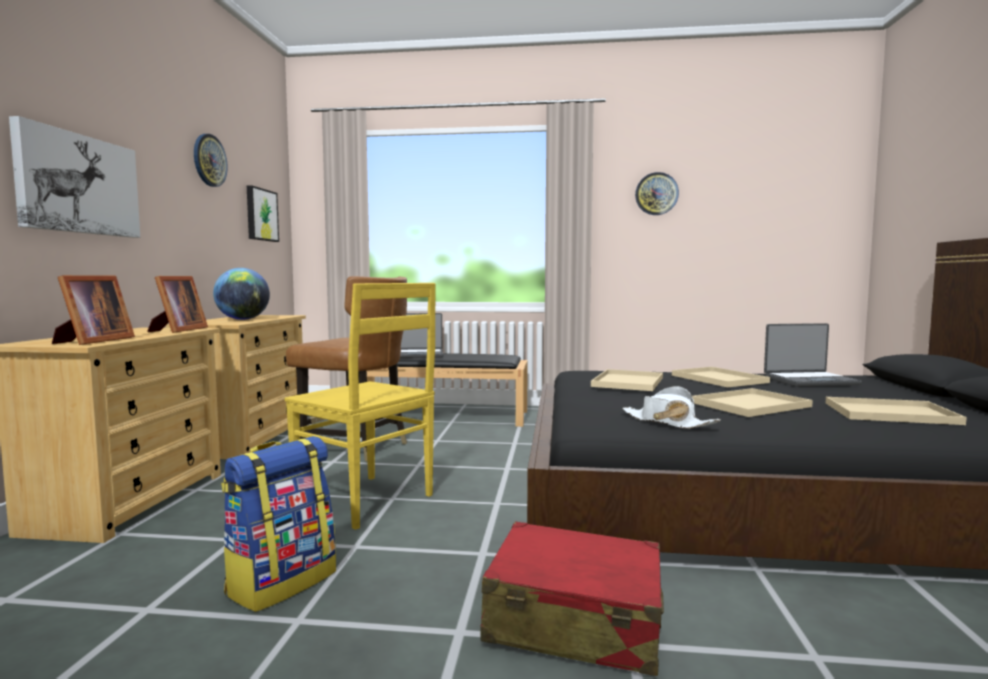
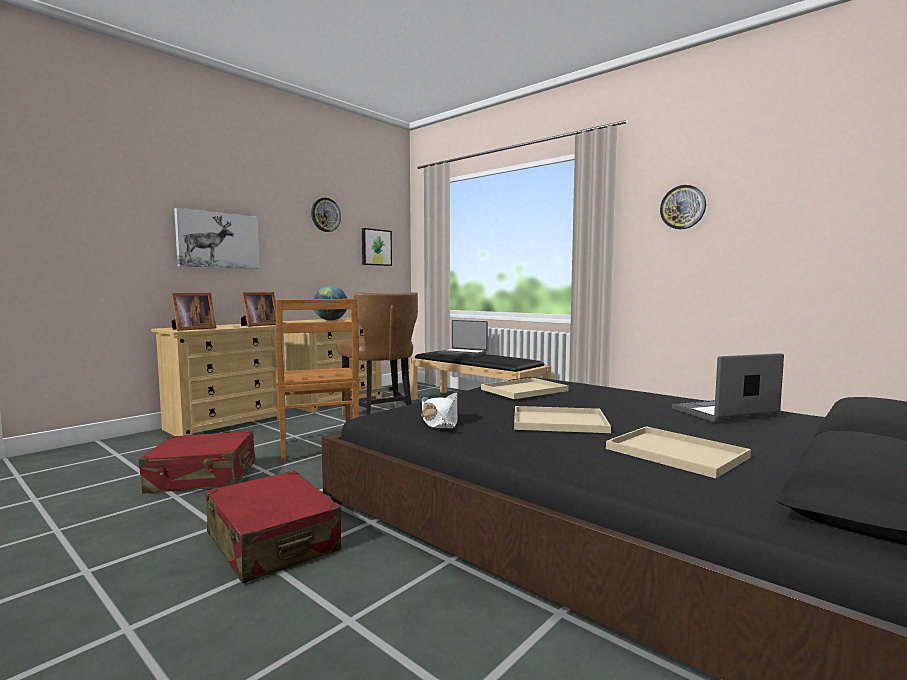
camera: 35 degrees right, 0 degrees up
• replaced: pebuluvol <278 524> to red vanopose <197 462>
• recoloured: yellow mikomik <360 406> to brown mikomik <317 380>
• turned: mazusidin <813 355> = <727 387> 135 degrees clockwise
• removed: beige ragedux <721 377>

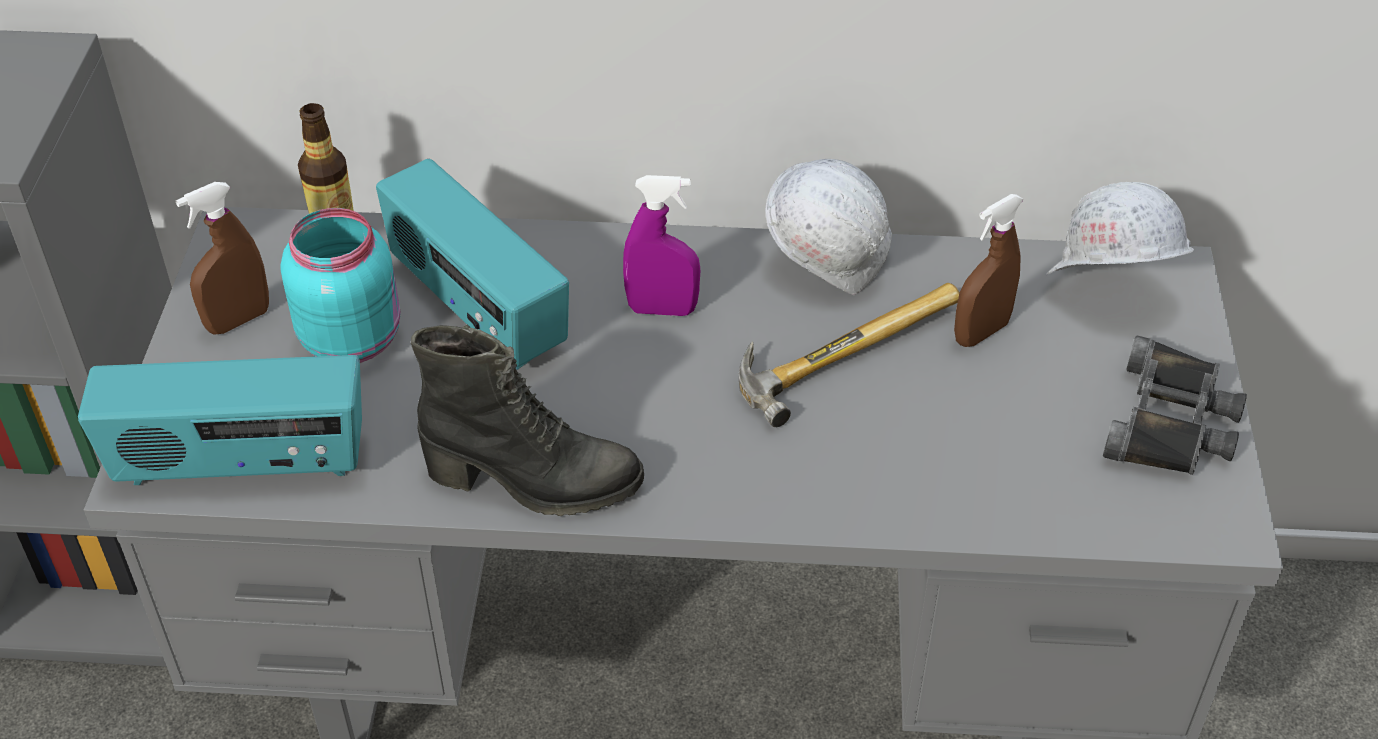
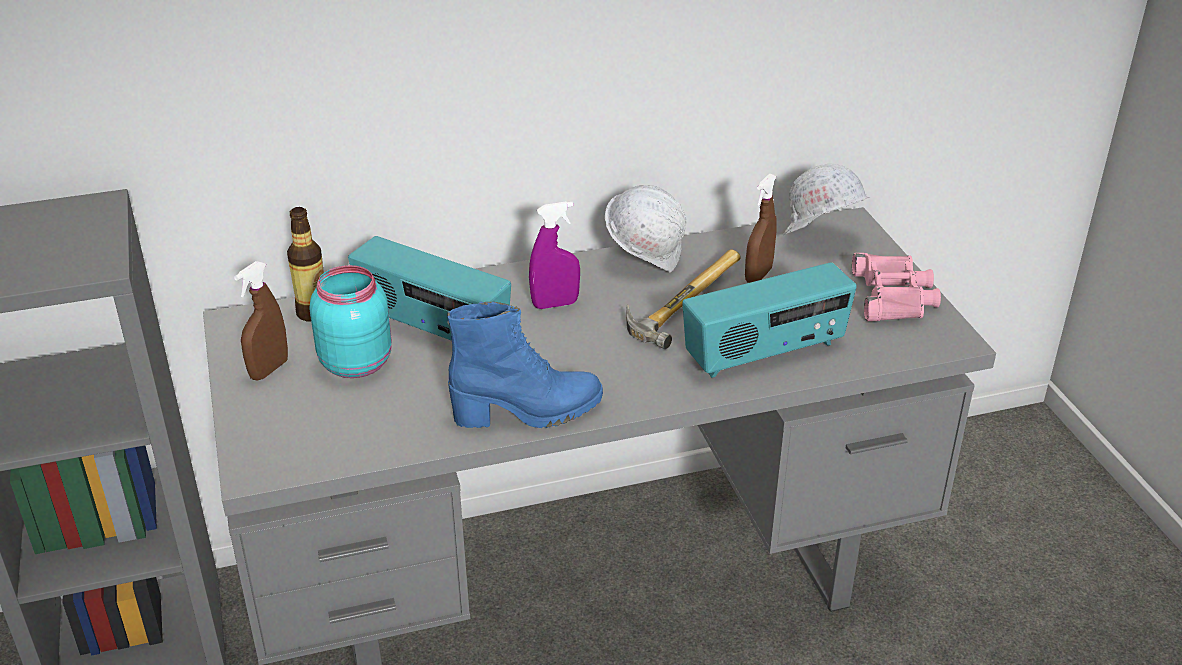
camera: 20 degrees left, 10 degrees down
• recoloured: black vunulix <527 420> to blue vunulix <525 364>
• moved: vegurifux <220 420> to <769 320>
• recoloured: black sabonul <1175 405> to pink sabonul <896 287>

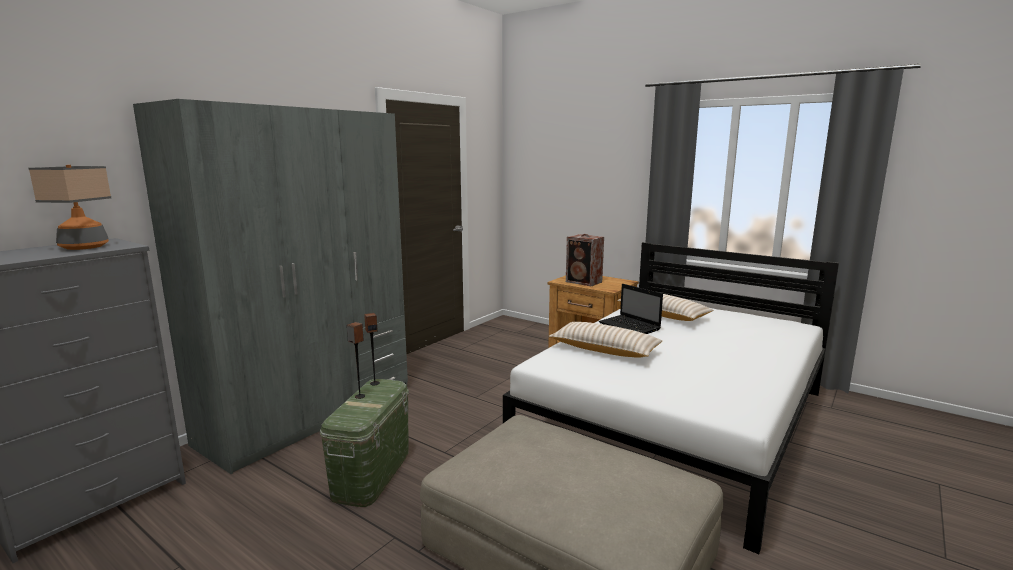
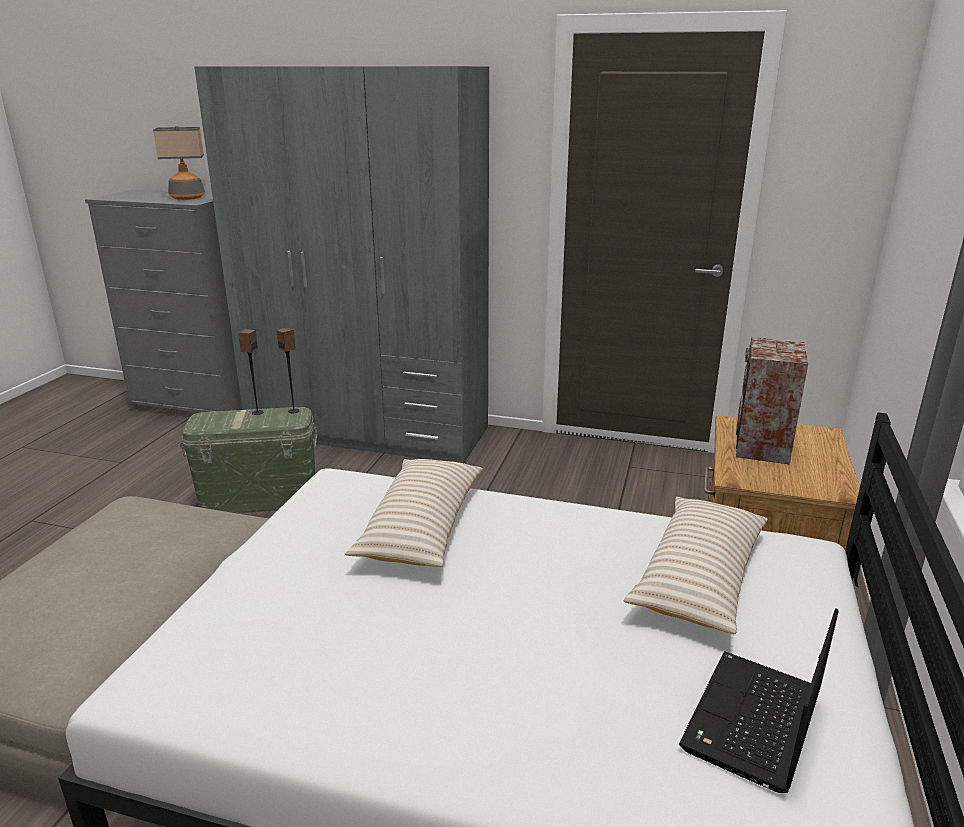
camera: 70 degrees right, 10 degrees up
• moved: mazusidin <631 309> to <759 700>

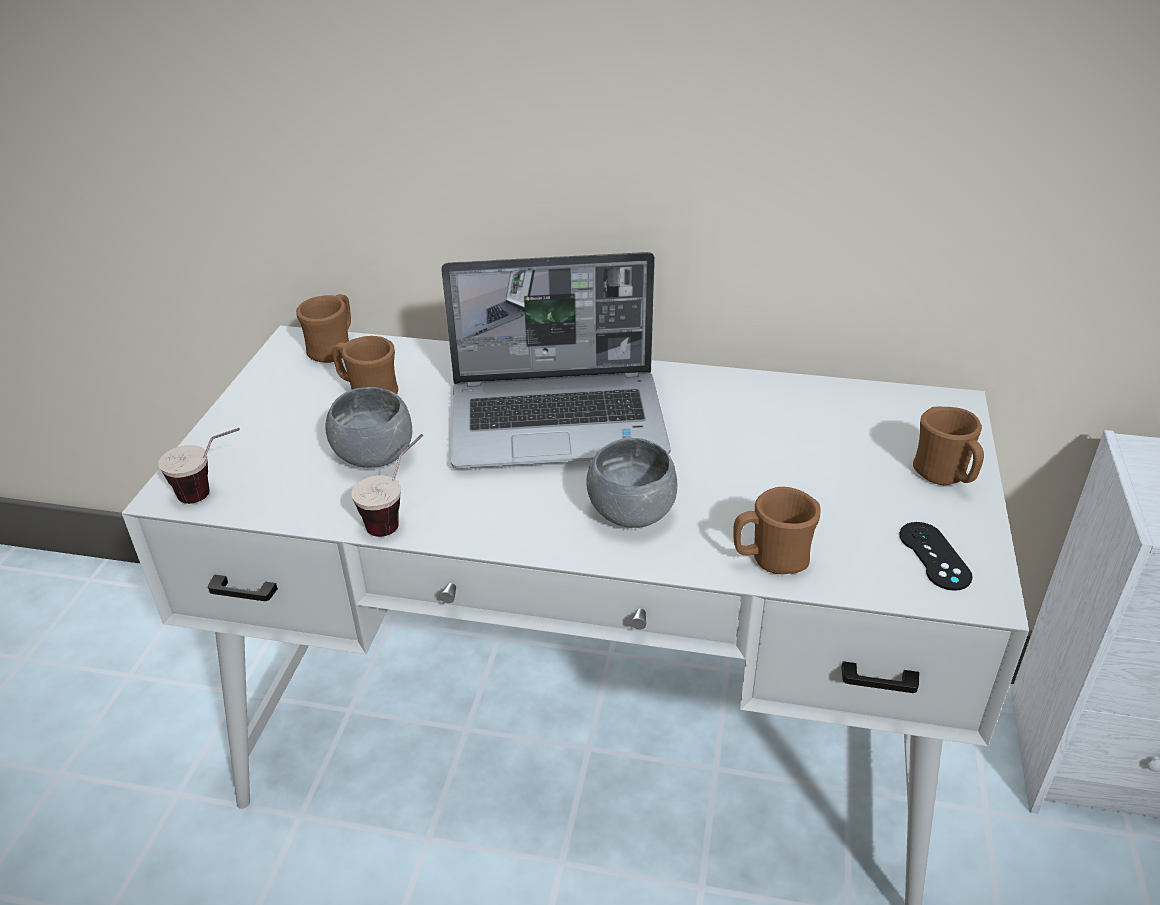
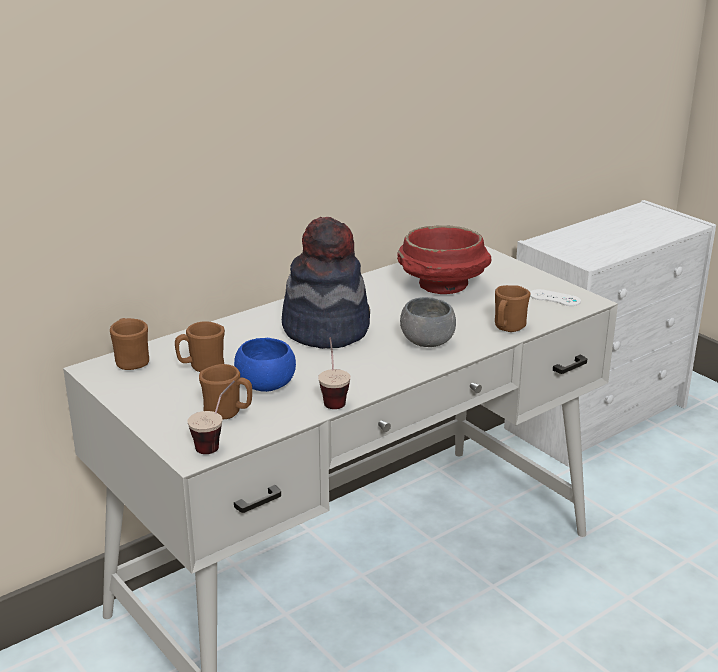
camera: 50 degrees left, 10 degrees down
• moved: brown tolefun <948 446> to <225 391>
• recoloured: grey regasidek <369 427> to blue regasidek <265 365>
• replaced: mazusidin <556 360> to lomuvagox <326 283>
• added: red regasidek <444 259>
• recoloured: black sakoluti <936 556> to white sakoluti <555 297>

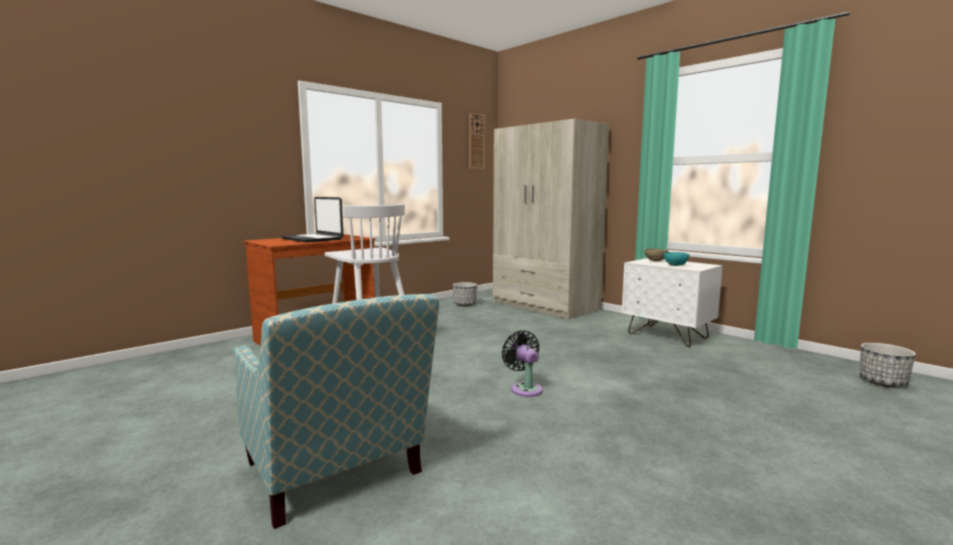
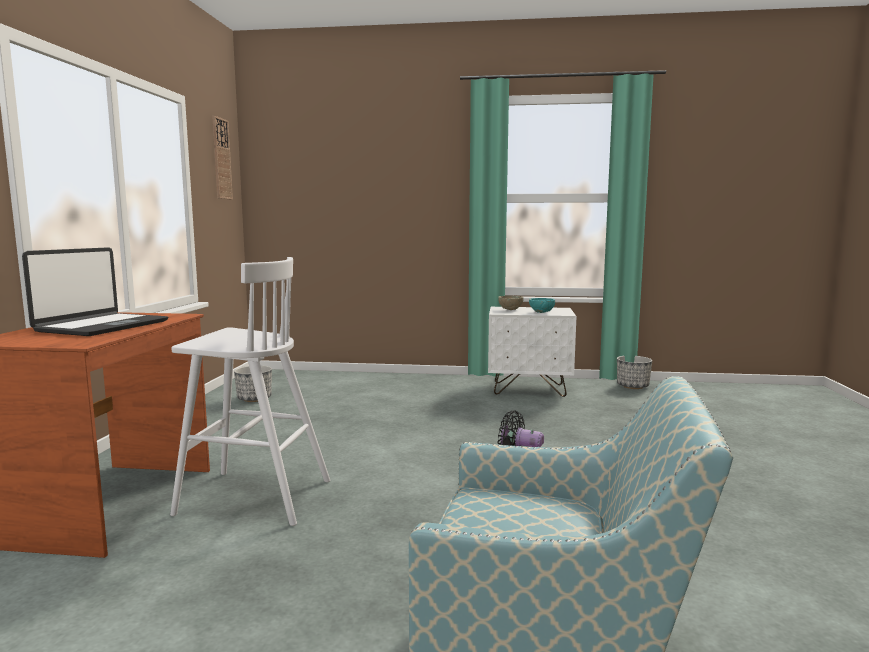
camera: 40 degrees left, 0 degrees up
• turned: mazusidin <312 220> = <95 291> 75 degrees counterclockwise
• moved: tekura <887 365> to <634 372>
• removed: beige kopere <551 219>

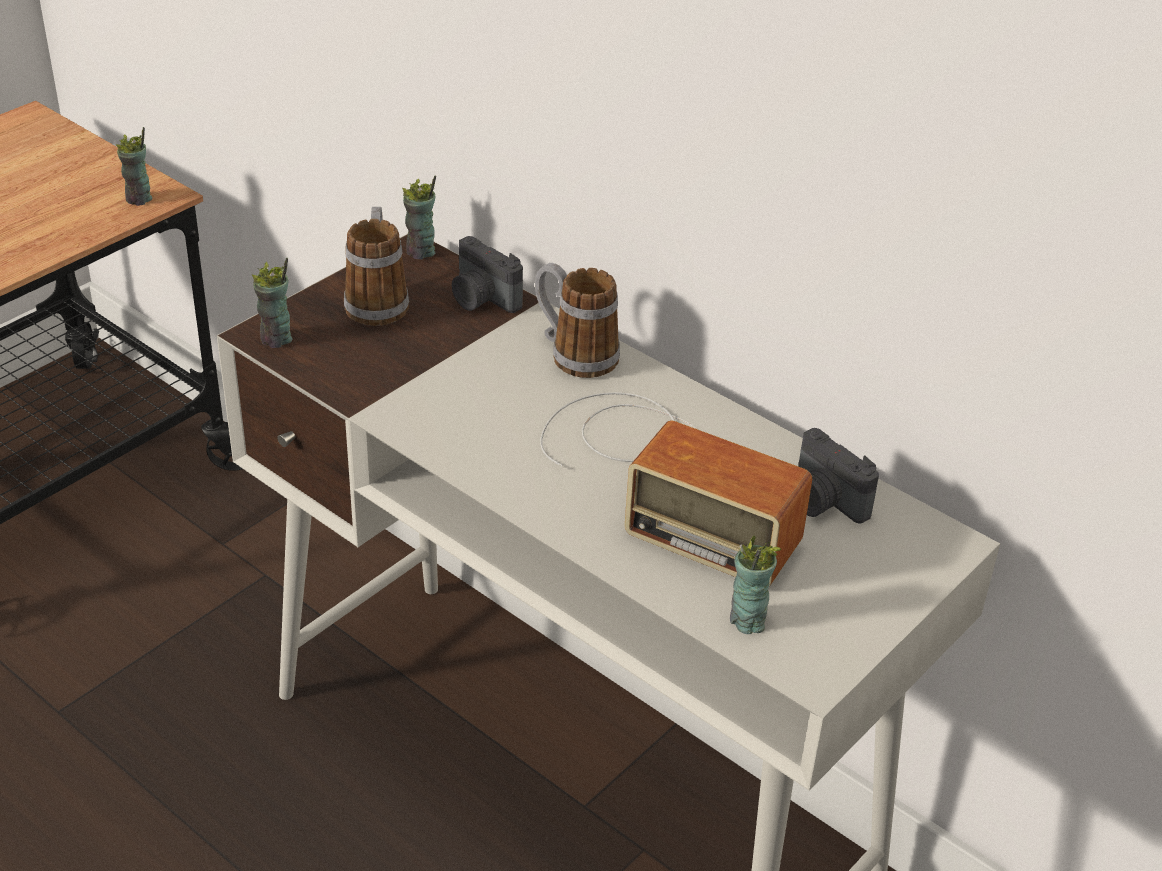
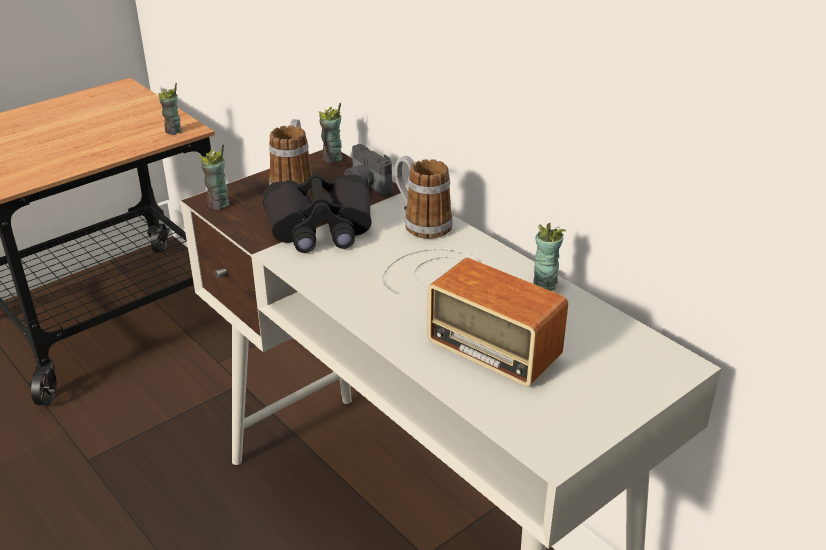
camera: 10 degrees right, 5 degrees down
• added: black sabonul <317 213>
• moved: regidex <755 585> to <550 256>
• removed: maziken <838 476>

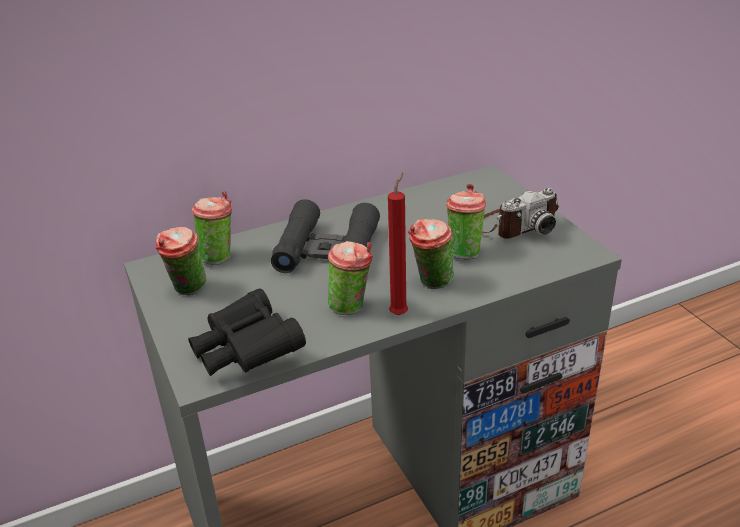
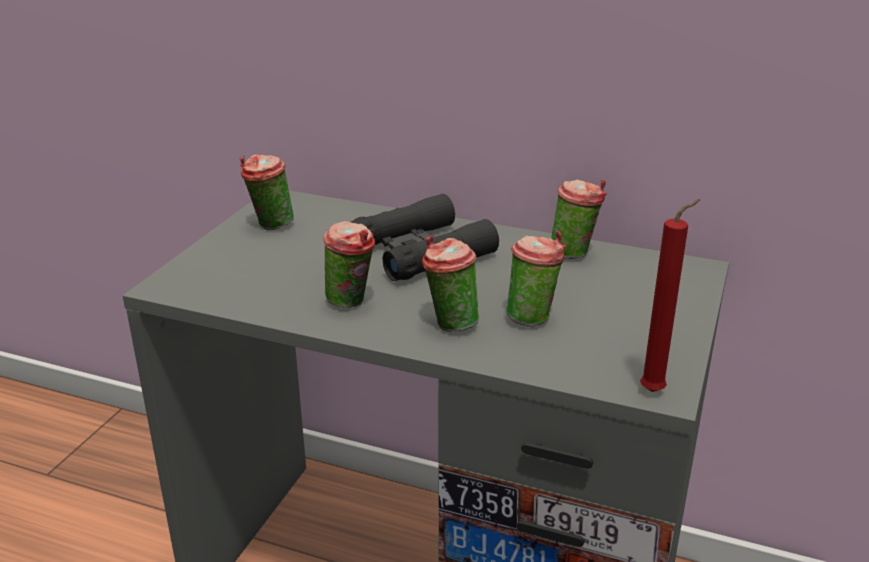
camera: 45 degrees right, 5 degrees down
• moved: regidex <211 228> to <579 219>
• moved: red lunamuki <398 244> to <670 295>
• removed: black sabonul <247 332>
• removed: maziken <520 213>

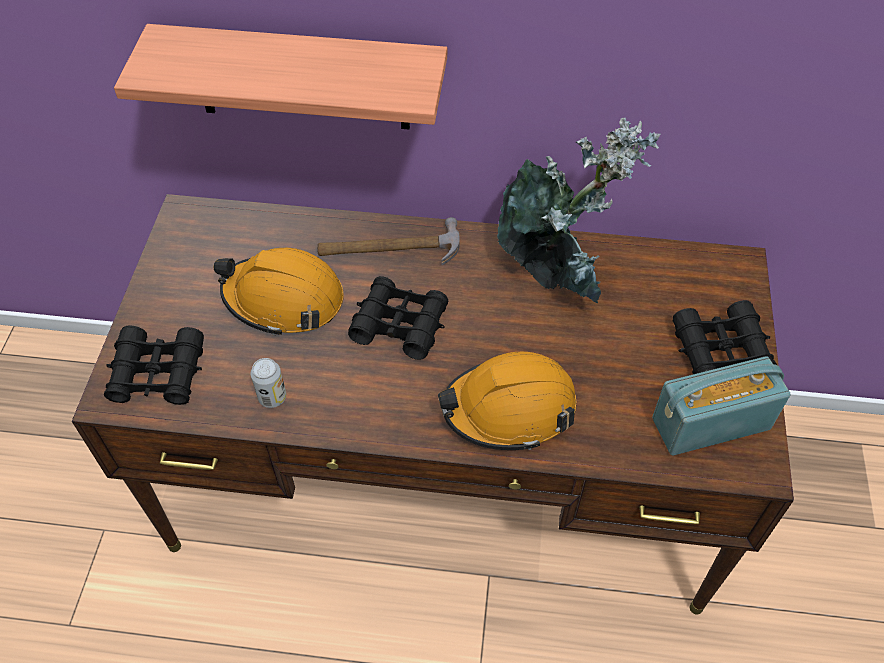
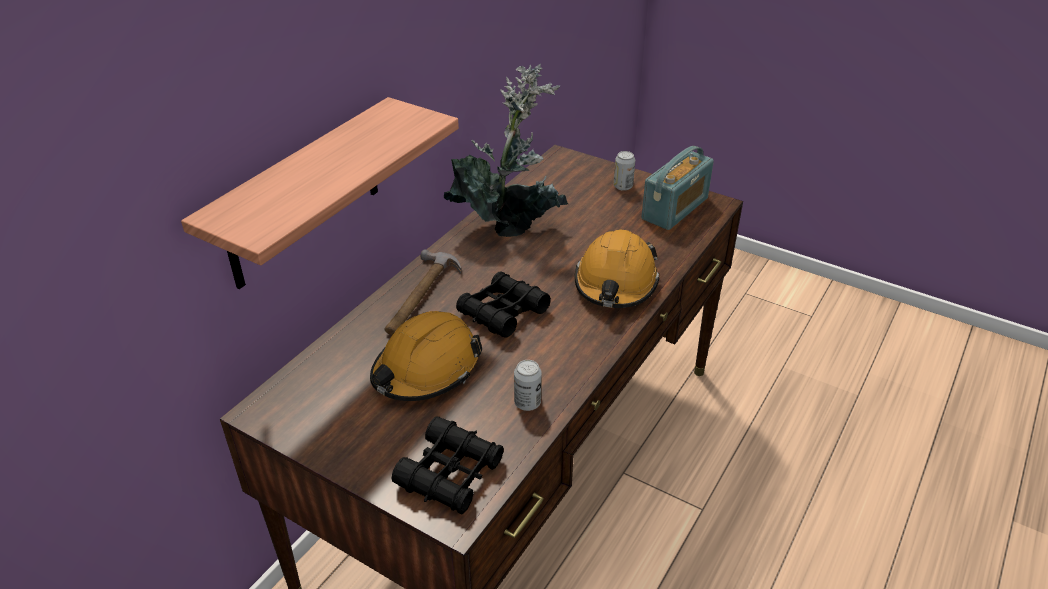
camera: 65 degrees left, 15 degrees down
• replaced: black sabonul <725 337> to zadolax <624 171>
• turned: vegurifux <721 405> = <678 188> 150 degrees counterclockwise

